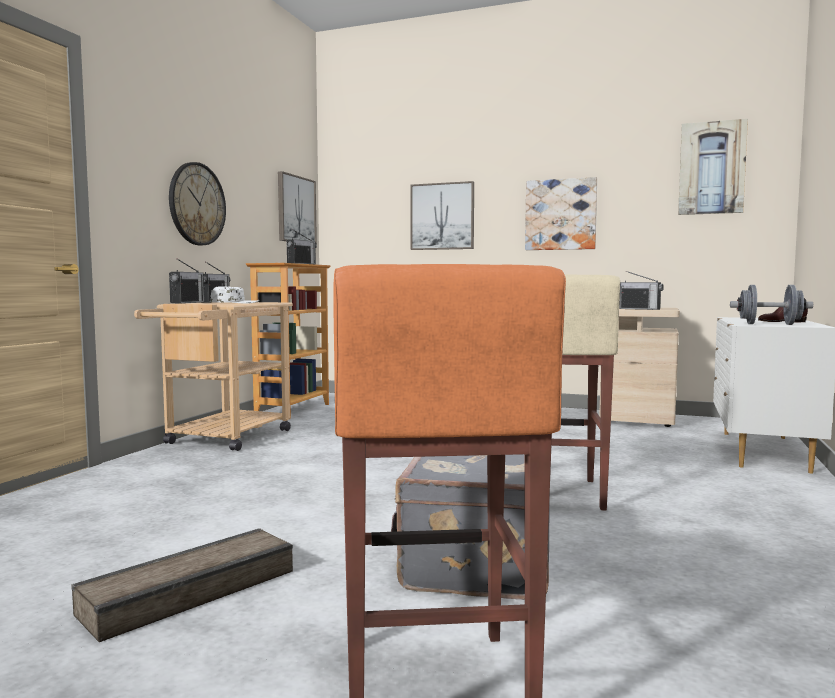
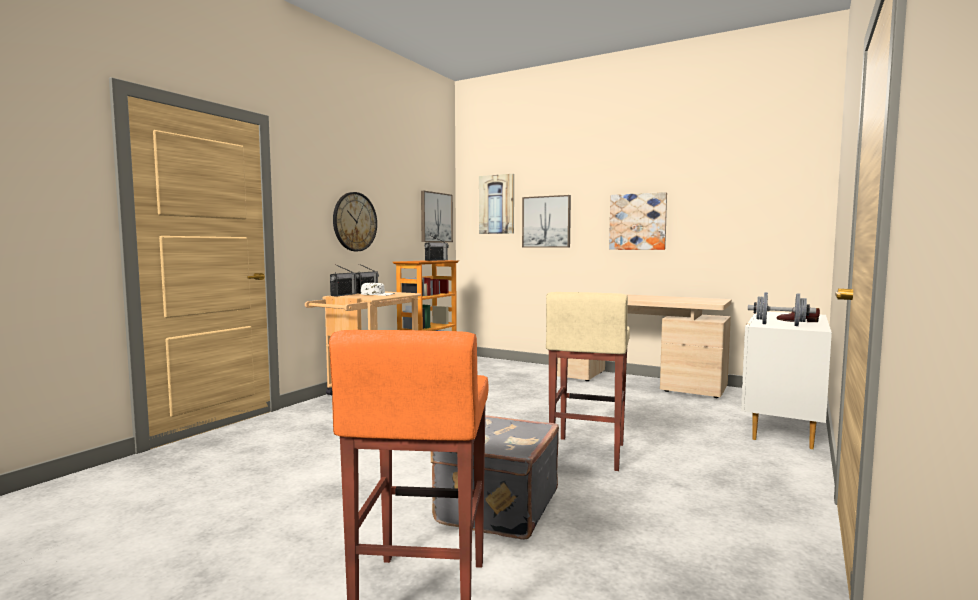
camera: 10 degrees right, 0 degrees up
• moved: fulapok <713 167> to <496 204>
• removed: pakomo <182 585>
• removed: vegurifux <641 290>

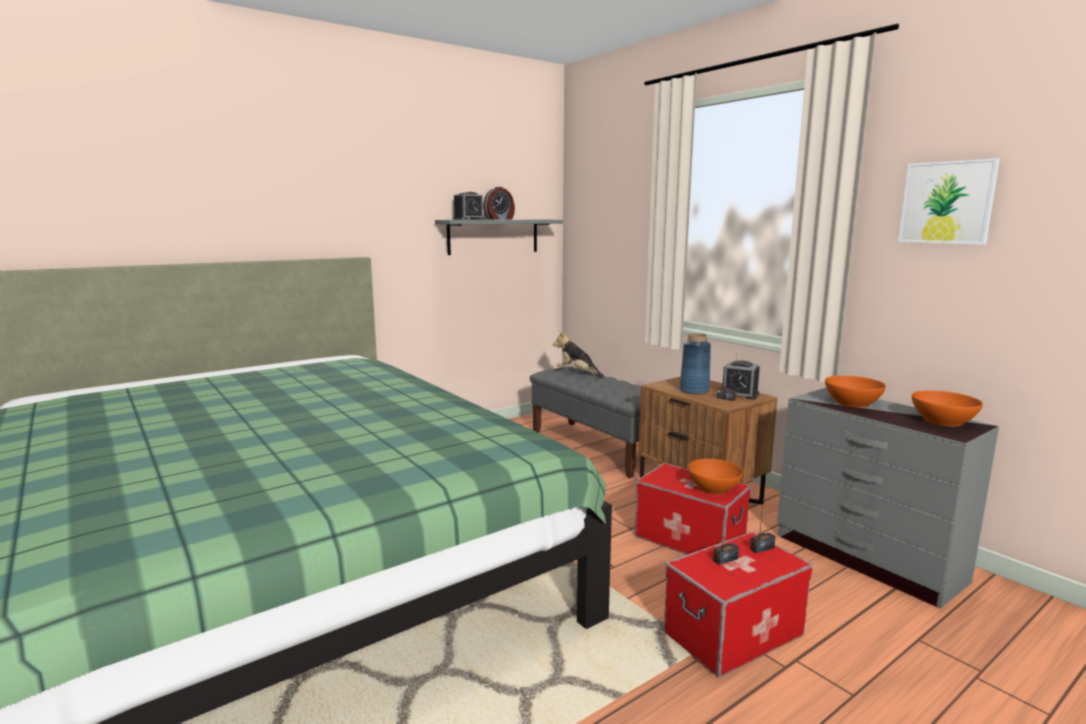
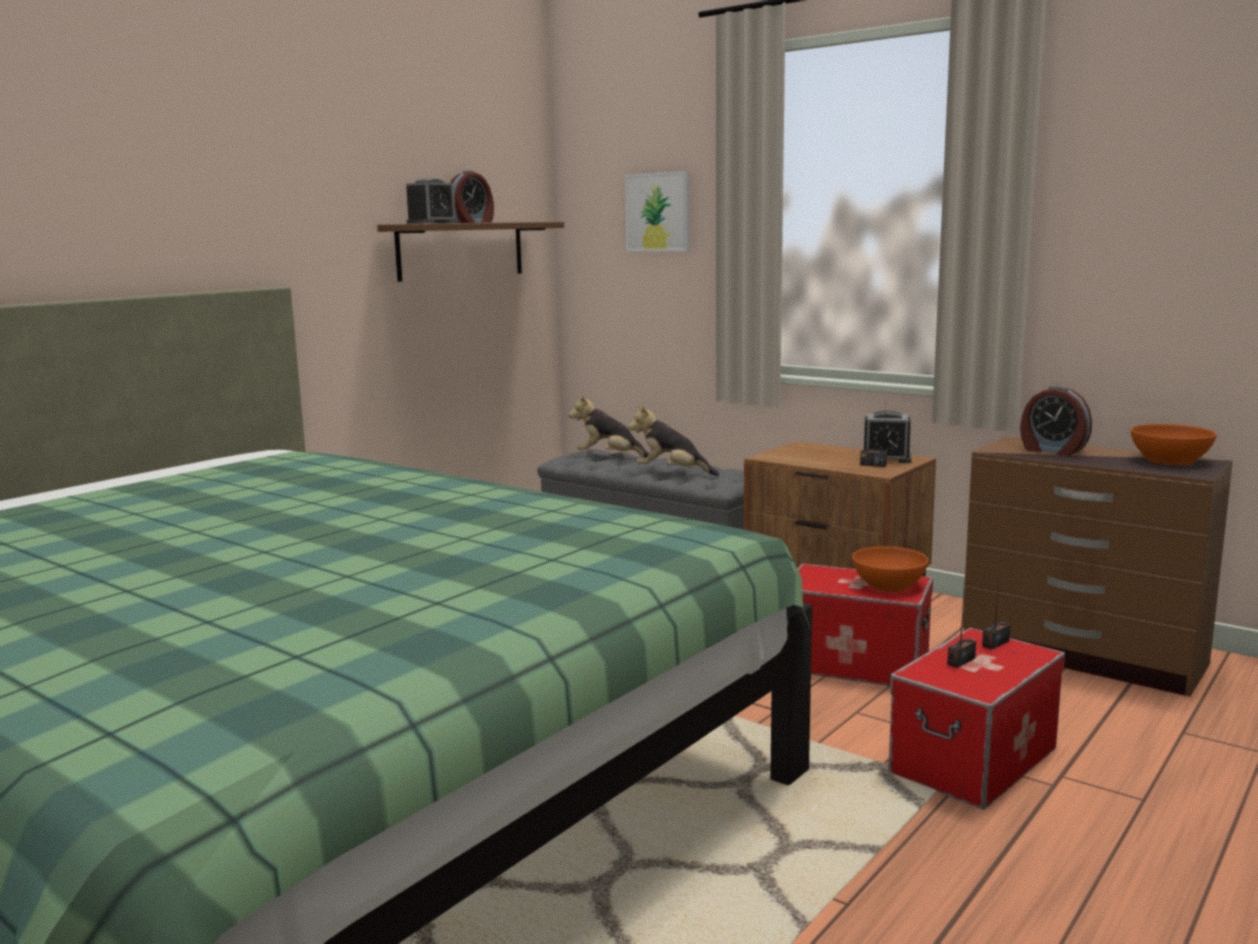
camera: 15 degrees left, 0 degrees up
• recoloured: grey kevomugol <499 237> to brown kevomugol <470 252>
• moved: fulapok <949 201> to <657 211>
• added: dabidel <673 440>
• recoloured: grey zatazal <888 498> to brown zatazal <1097 567>
• replaced: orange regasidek <855 392> to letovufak <1056 421>
• removed: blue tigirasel <695 364>

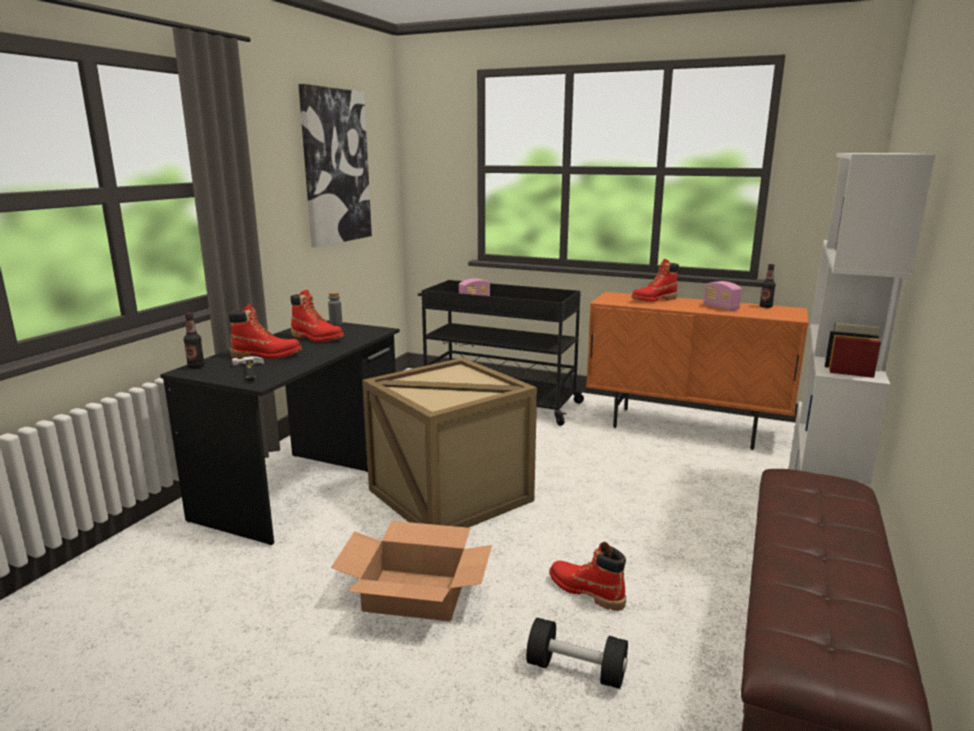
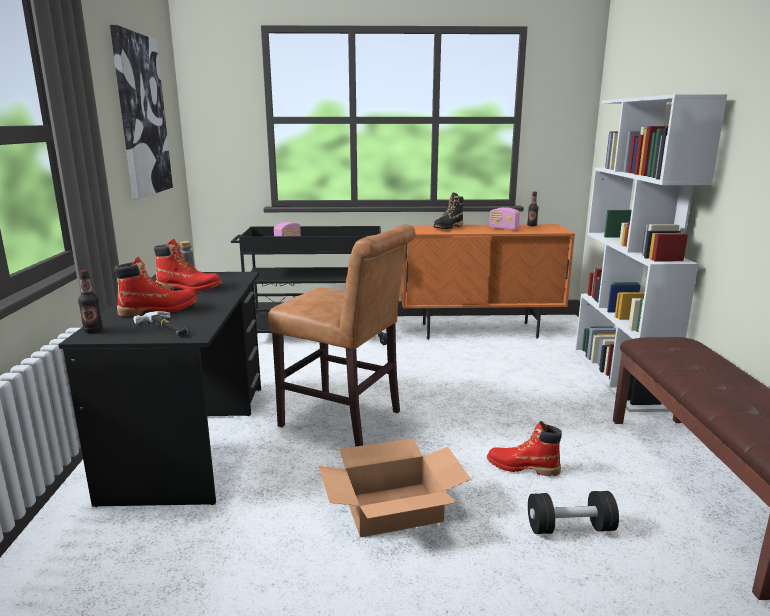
camera: 25 degrees left, 0 degrees up
• replaced: pakomo <449 443> to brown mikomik <341 335>
• recoloured: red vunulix <655 280> to black vunulix <448 210>

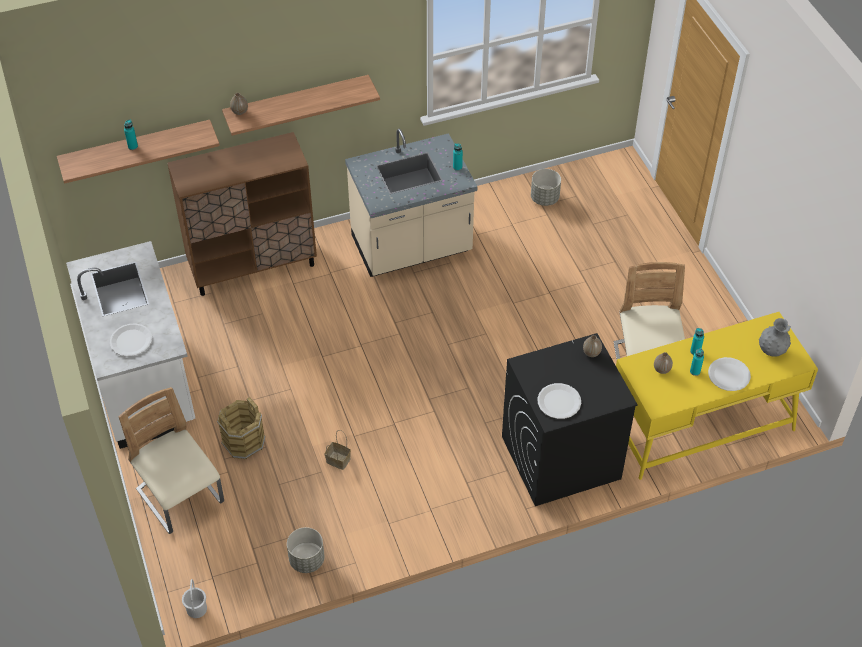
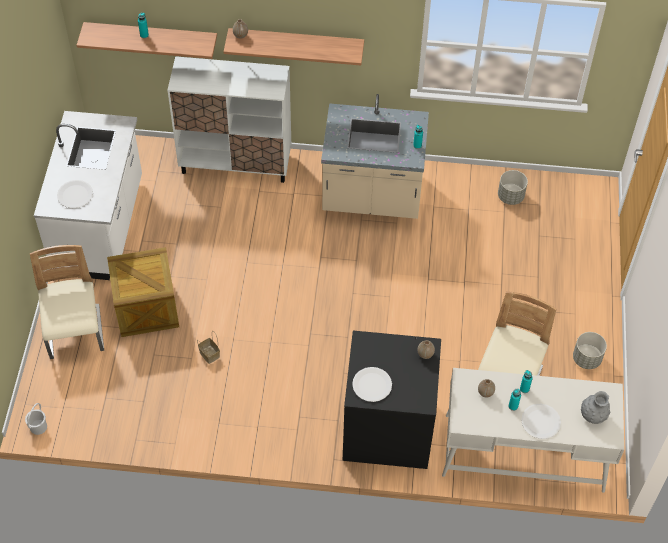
camera: 25 degrees right, 5 degrees up
• replaced: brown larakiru <241 428> to pakomo <143 292>
• recoloured: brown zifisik <242 214> to white zifisik <229 119>
• recoloured: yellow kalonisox <717 396> to white kalonisox <533 430>
• moved: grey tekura <306 550> to <590 350>

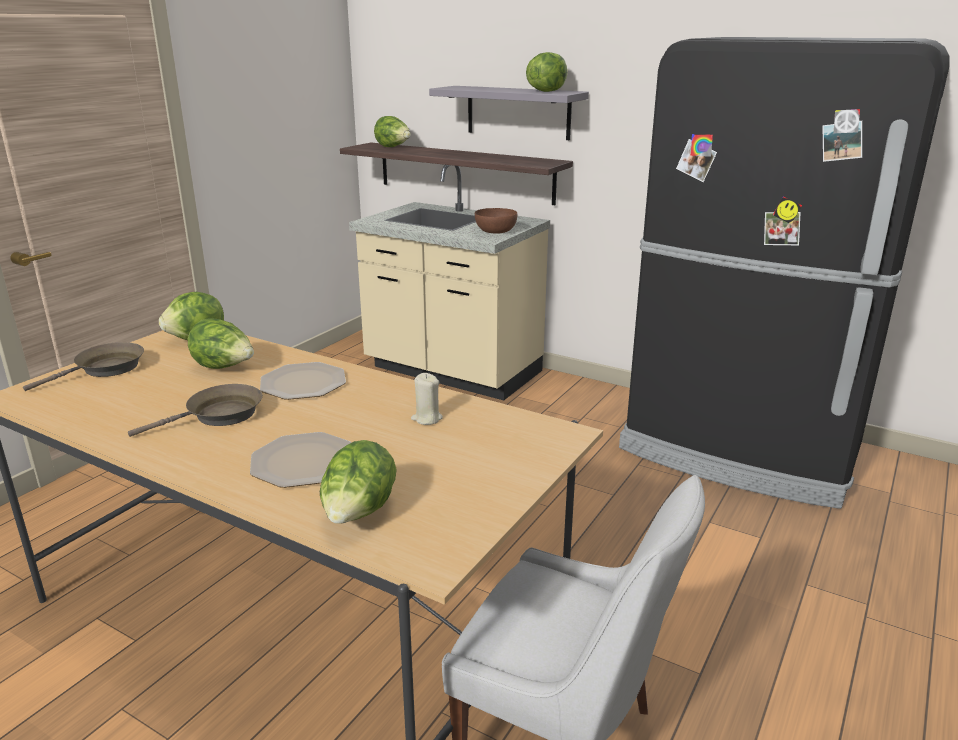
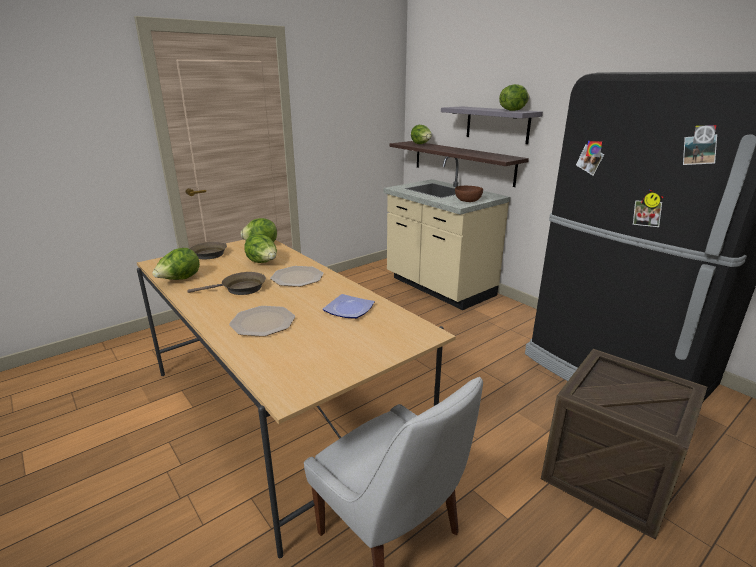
camera: 20 degrees right, 0 degrees up
• moved: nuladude <358 482> to <176 264>
• replaced: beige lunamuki <427 399> to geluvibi <348 306>
• added: pakomo <624 444>

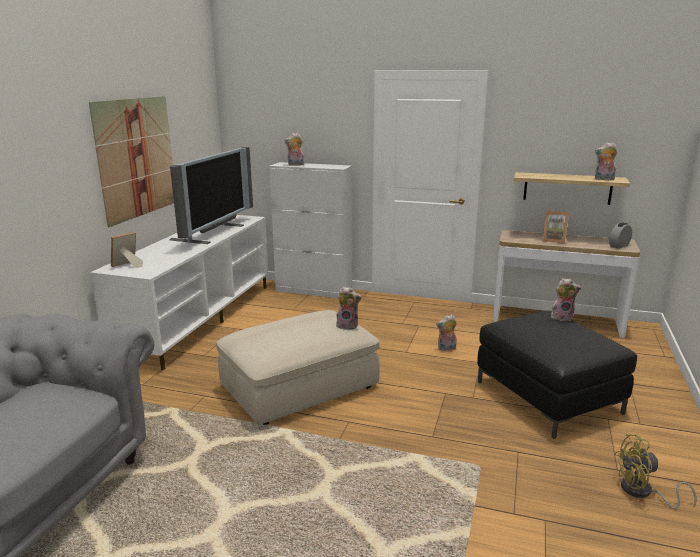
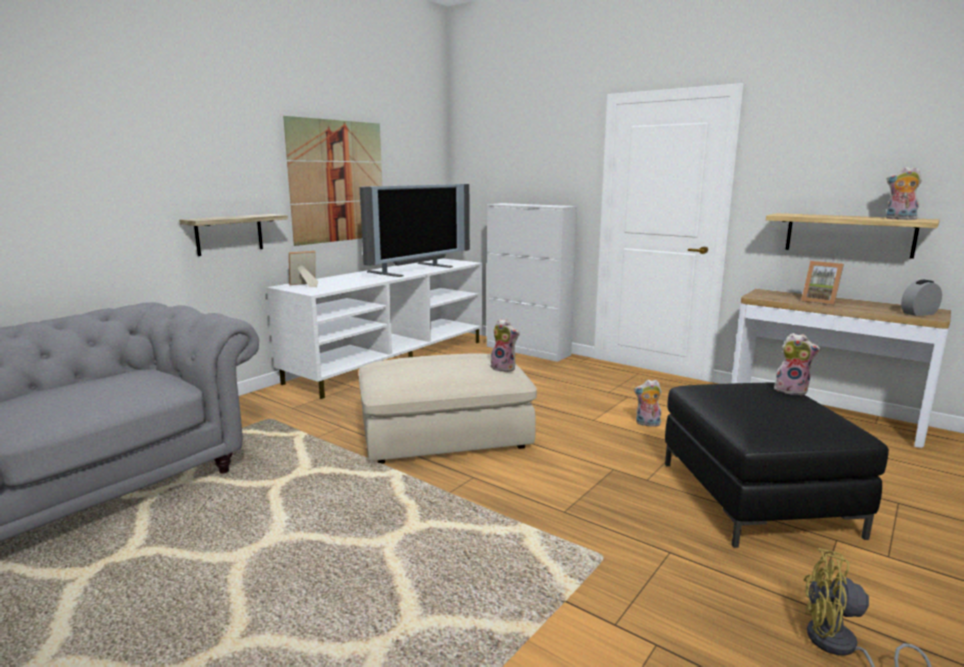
camera: 20 degrees right, 5 degrees down
• added: kevomugol <233 235>
• removed: dabidel <294 149>

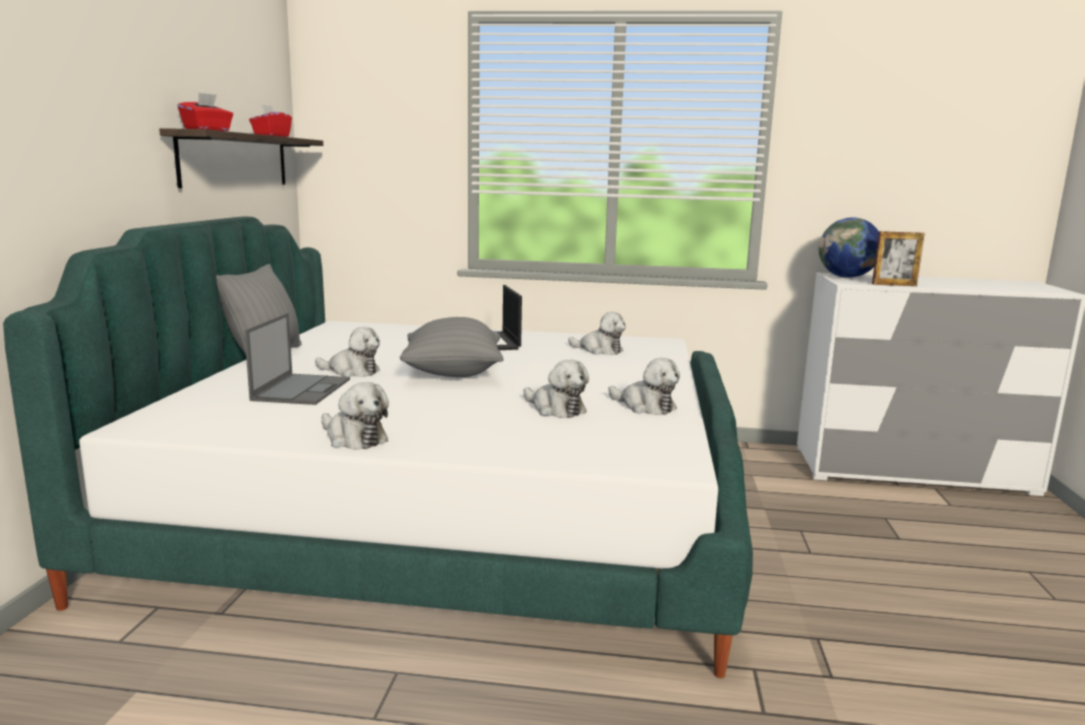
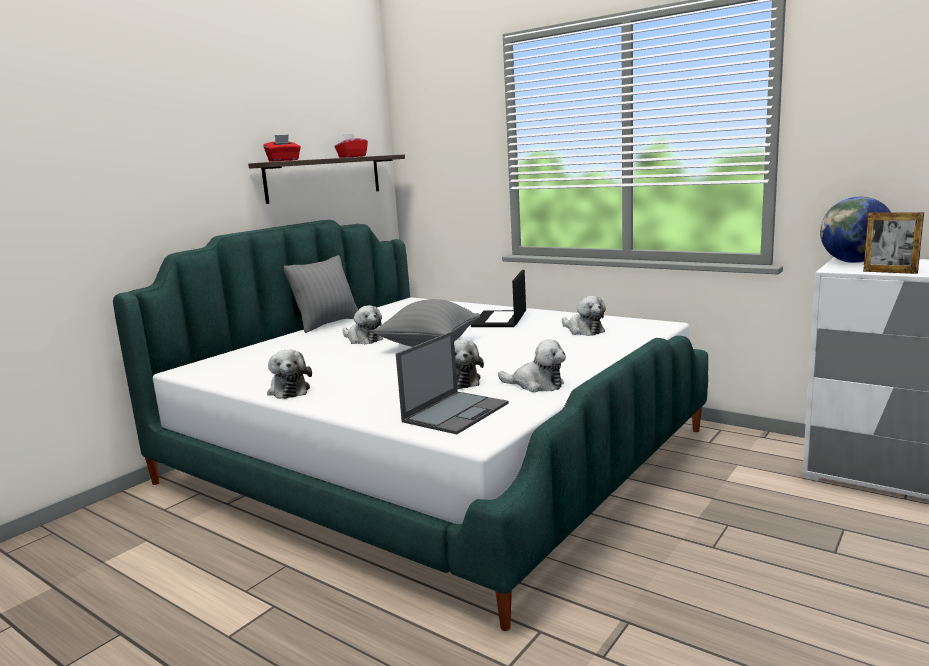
camera: 30 degrees right, 0 degrees up
• moved: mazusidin <297 359> to <452 382>
• turned: dabidel <644 386> = <532 365> 45 degrees counterclockwise

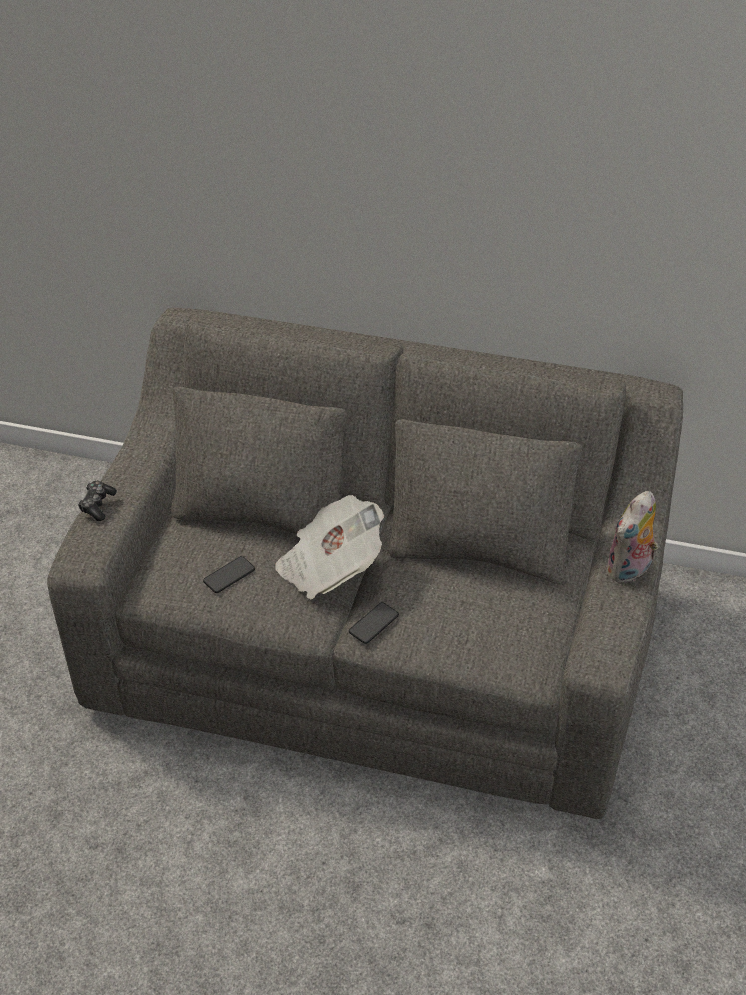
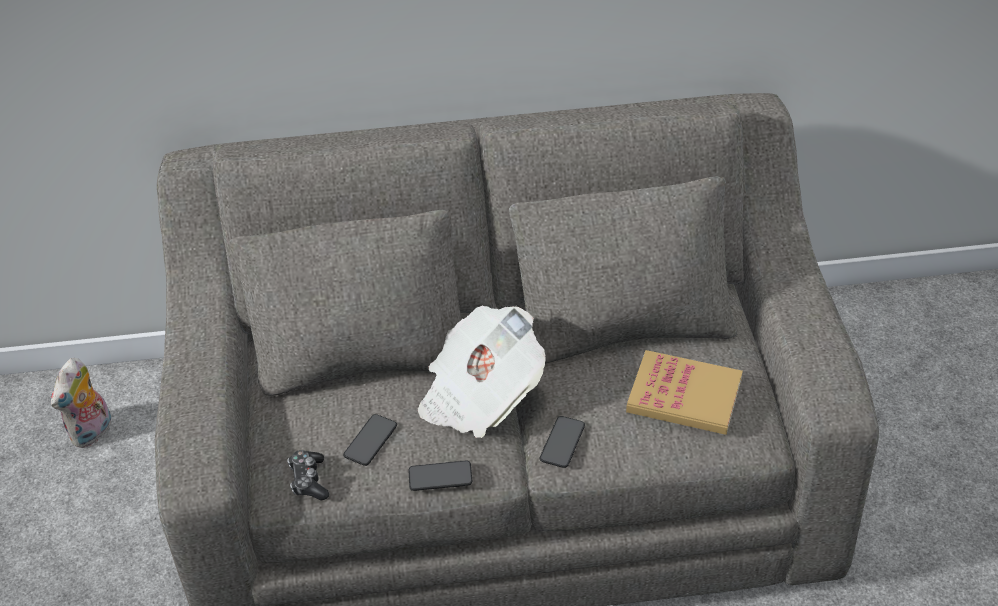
camera: 20 degrees left, 0 degrees up
• moved: dabidel <632 537> to <81 403>
• moved: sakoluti <97 501> to <308 475>
• added: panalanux <440 475>
• added: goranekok <684 392>

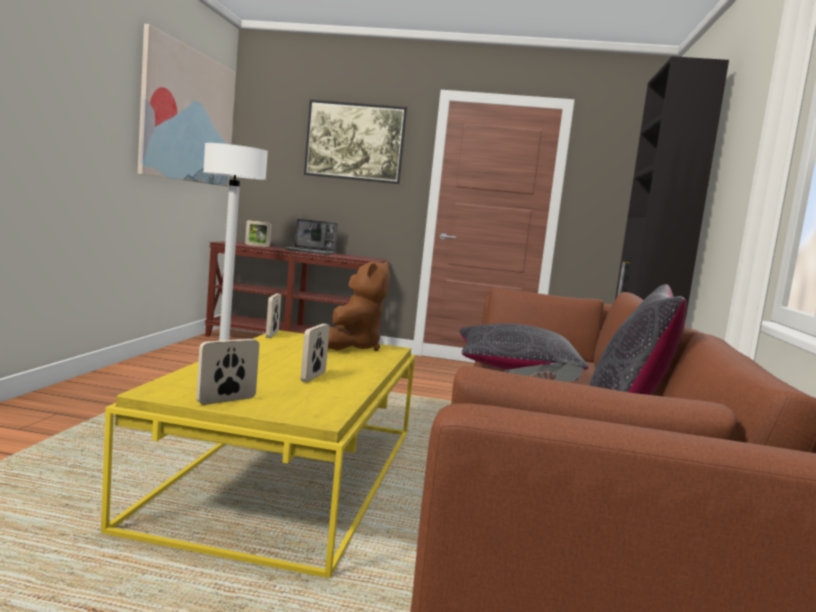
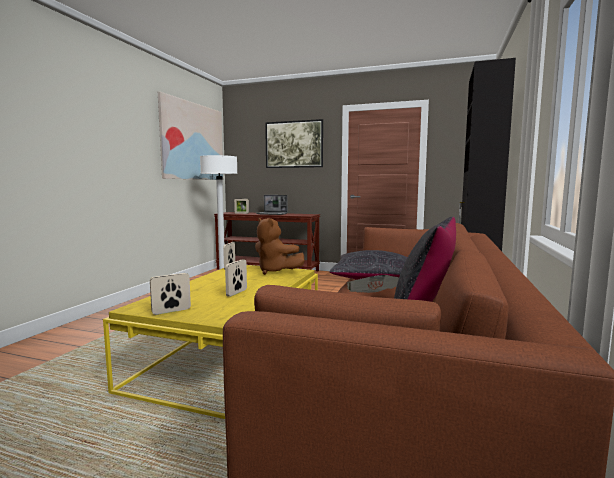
camera: 10 degrees right, 0 degrees up
• turned: brown dabidel <359 306> = <279 246> 105 degrees clockwise

